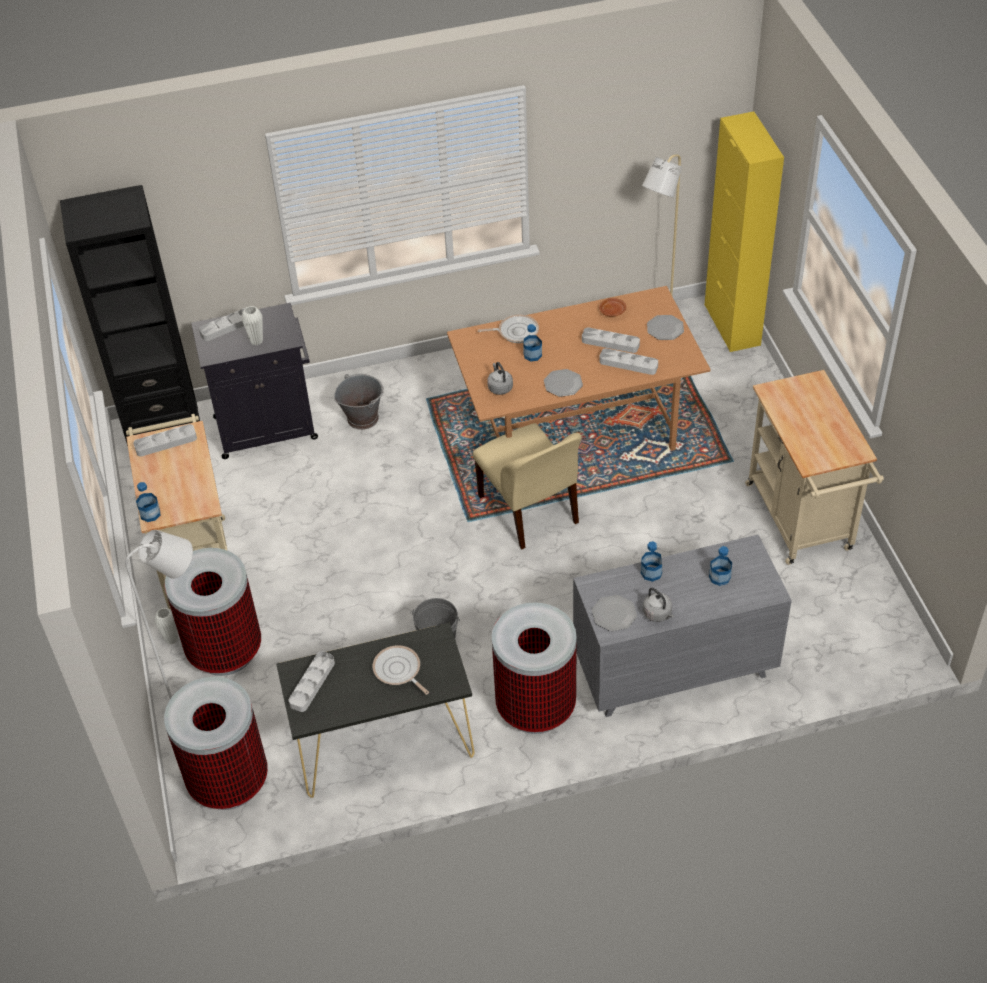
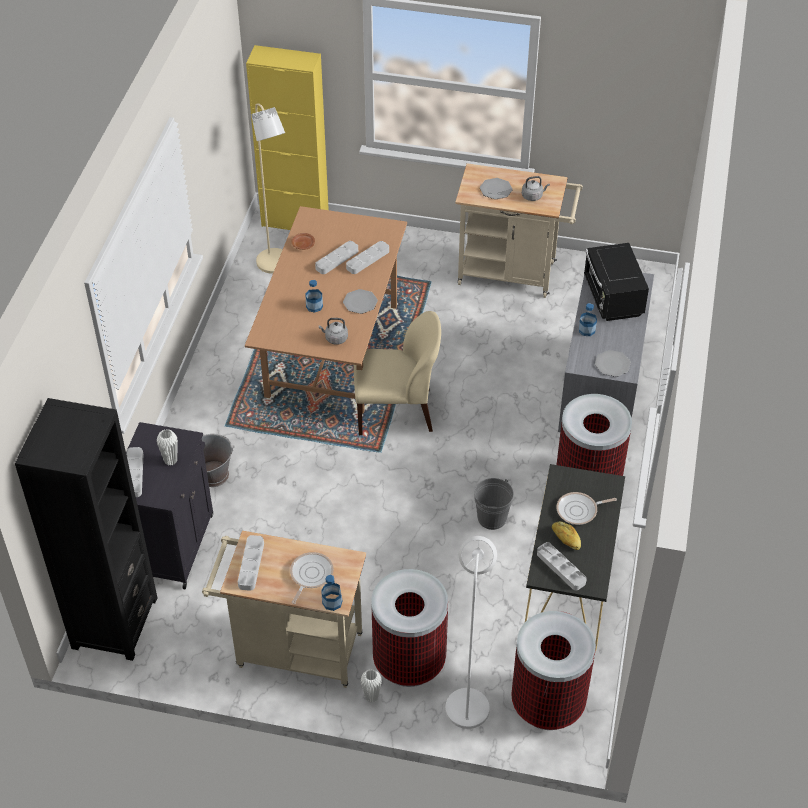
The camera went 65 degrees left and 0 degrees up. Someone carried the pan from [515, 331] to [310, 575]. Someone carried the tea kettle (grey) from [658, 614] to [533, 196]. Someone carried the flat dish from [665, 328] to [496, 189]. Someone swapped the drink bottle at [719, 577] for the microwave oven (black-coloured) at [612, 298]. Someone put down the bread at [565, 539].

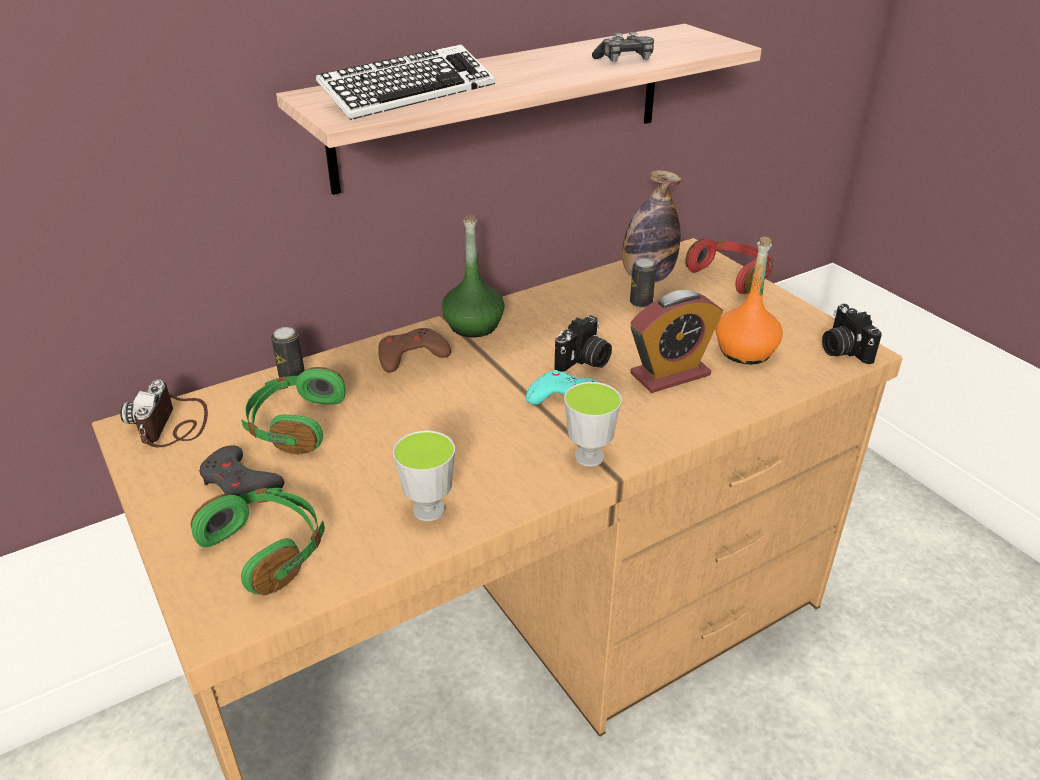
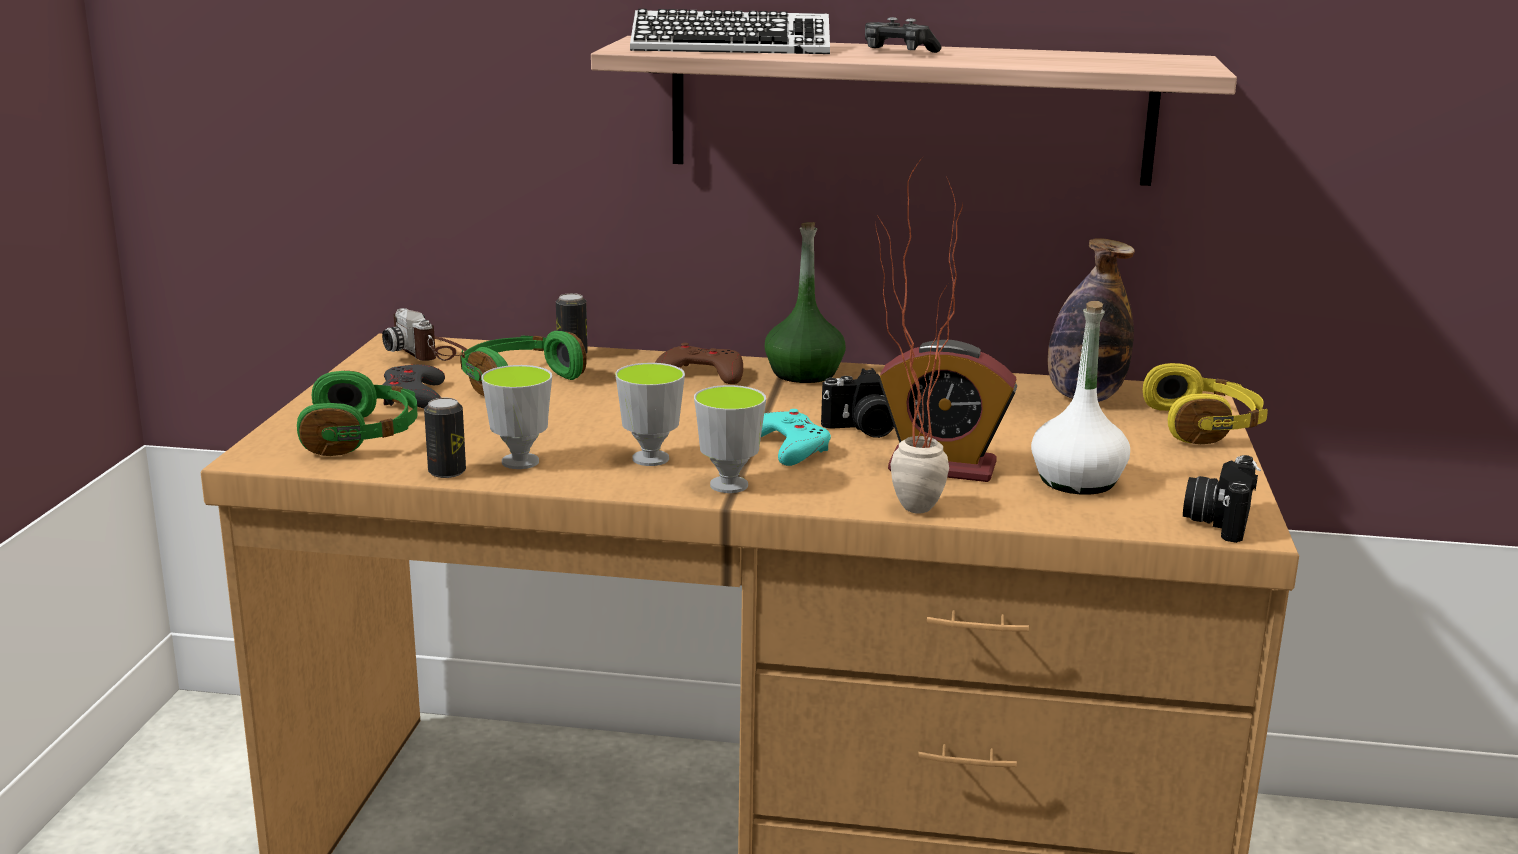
The camera went 40 degrees right and 15 degrees down. Someone rotated the photo camera at [173, 425] by 75 degrees counterclockwise. Someone carried the joypad from [625, 60] to [898, 52]. Someone carried the can from [641, 302] to [447, 472]. Someone repainted the headphones (red) at [731, 276], which became the headphones (yellowish) at [1204, 426]. Someone repainted the drink bottle (orange-coloured) at [745, 351], which became the drink bottle (white-coloured) at [1077, 481]. Someone put down the small cup at [650, 459]. Someone put down the potted plant at [899, 509].

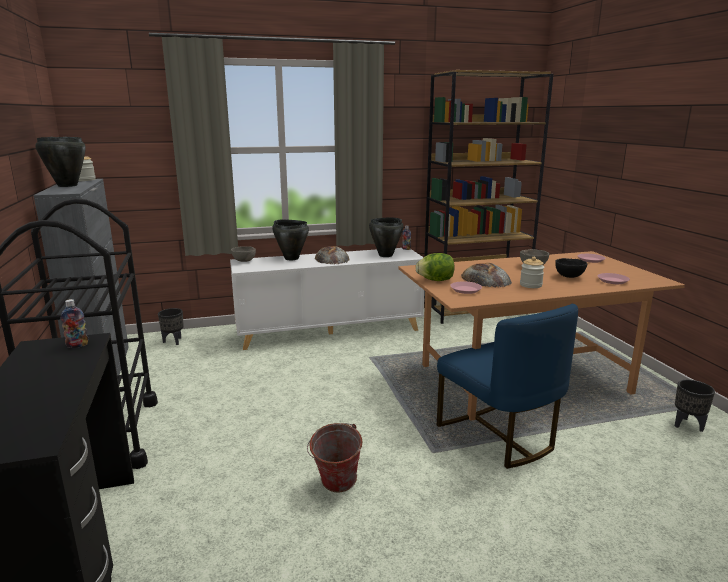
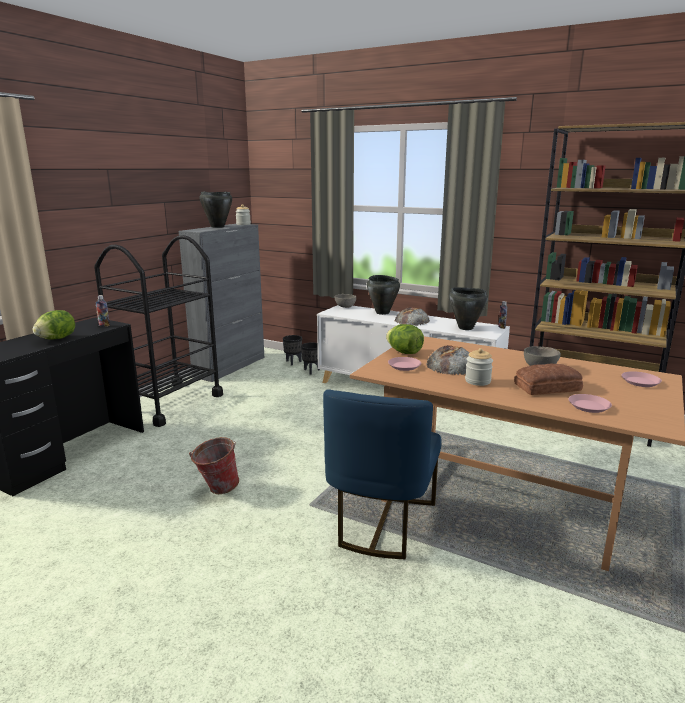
The camera went 45 degrees right and 0 degrees up. Someone swapped the serving bowl (black-coloured) at [570, 277] for the bread at [548, 388]. Someone carried the plant pot (black-coloured) from [688, 425] to [311, 371]. Someone put down the lettuce at [56, 339].

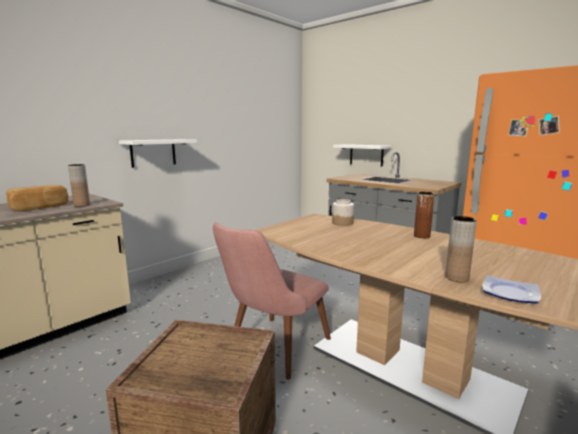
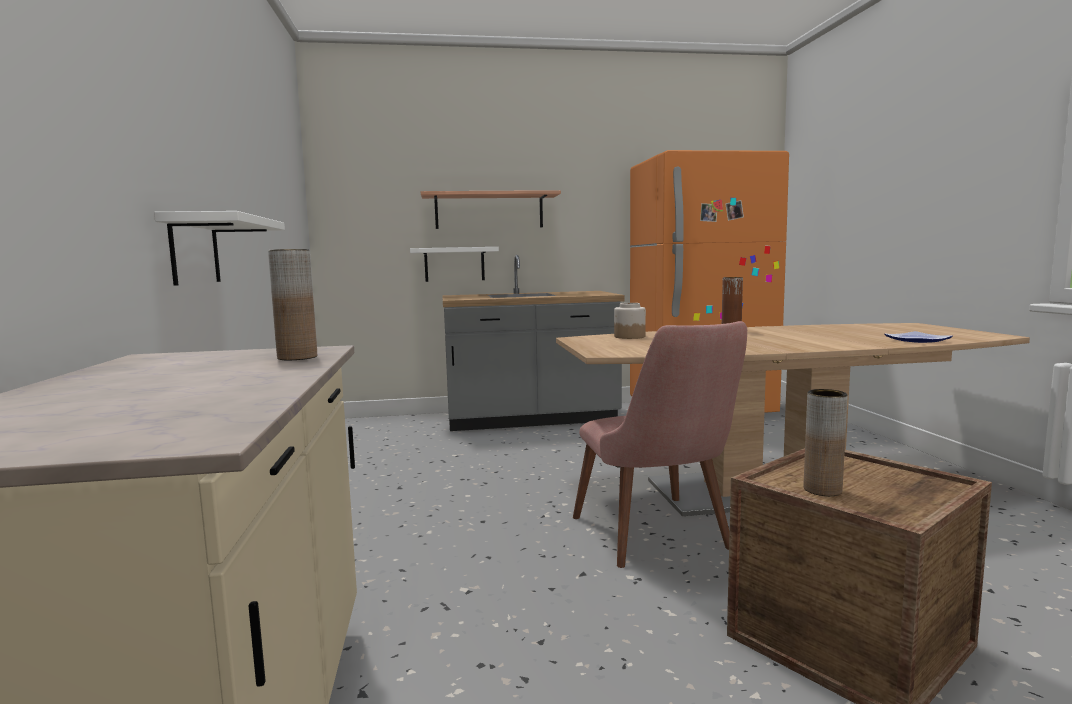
The camera went 50 degrees left and 5 degrees down. Someone took away the bread at [40, 208]. Someone carried the vase (brown) from [457, 278] to [822, 490]. Someone put up the shelf at [489, 211].

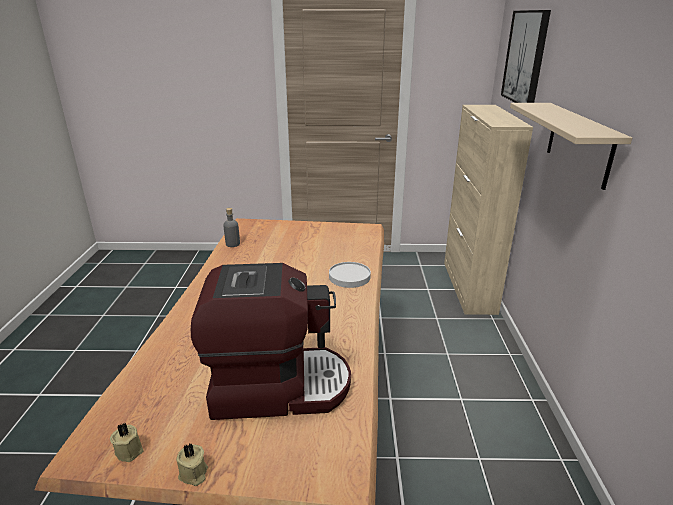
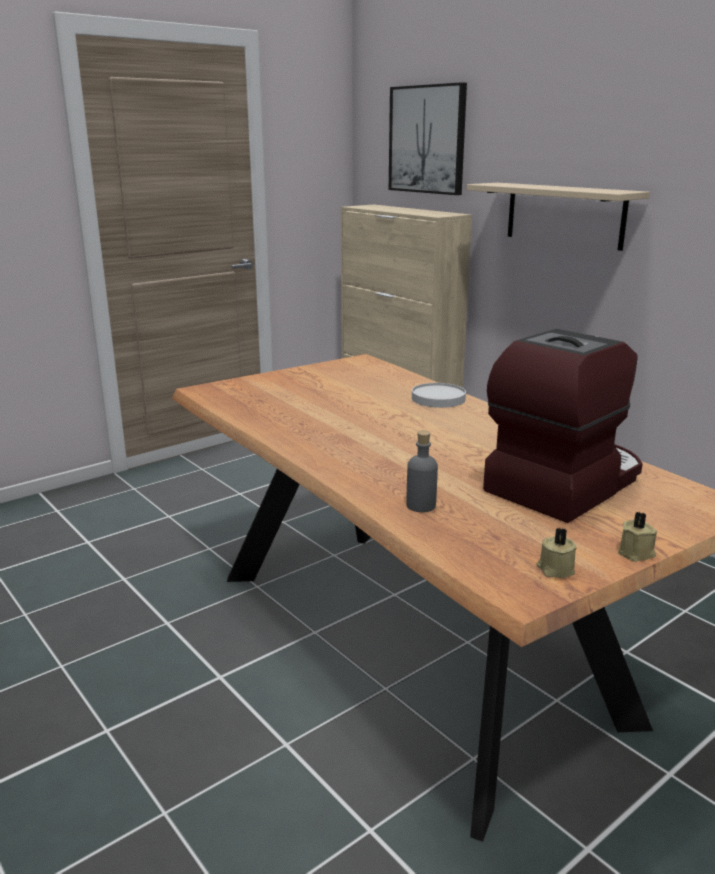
The camera went 40 degrees left and 5 degrees down. Someone carried the drink bottle (grey) from [232, 244] to [421, 505].

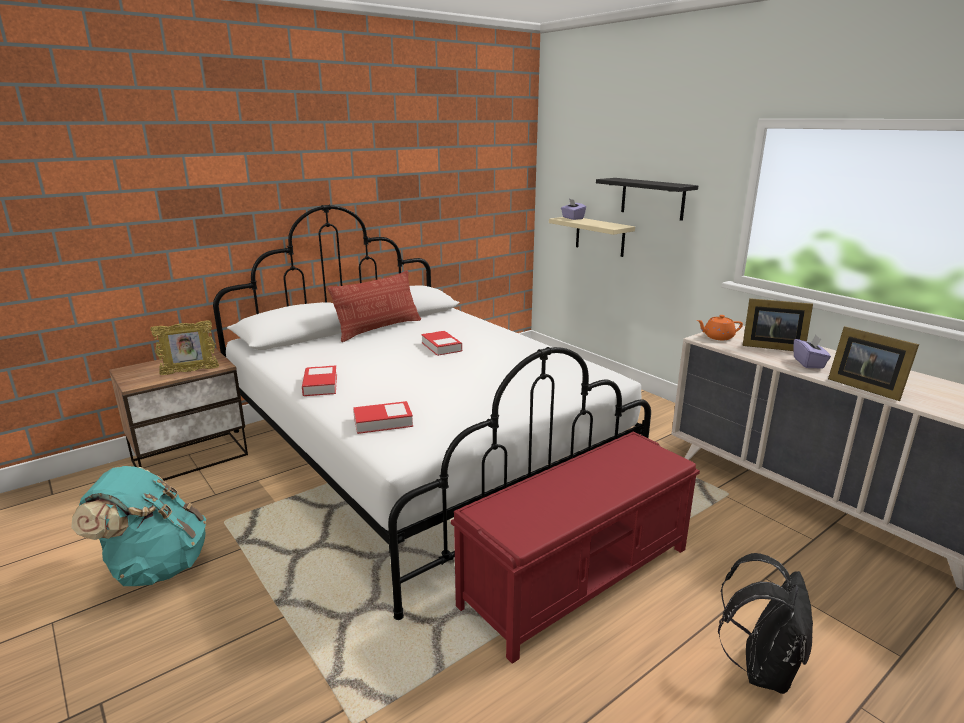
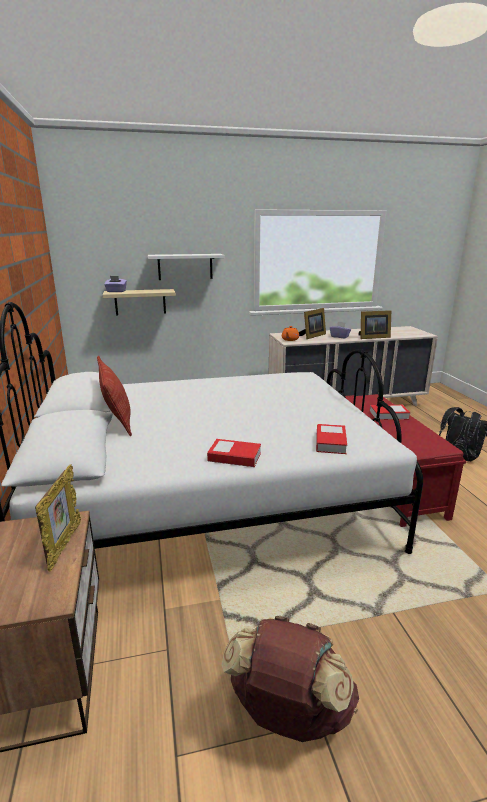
The camera went 65 degrees left and 0 degrees up. Someone repainted the knapsack (turquoise-coloured) at [155, 567], which became the knapsack (brown) at [288, 713]. Someone carried the book from [441, 347] to [389, 415]. Someone repainted the shelf (black-coloured) at [652, 198], which became the shelf (white-coloured) at [185, 266].

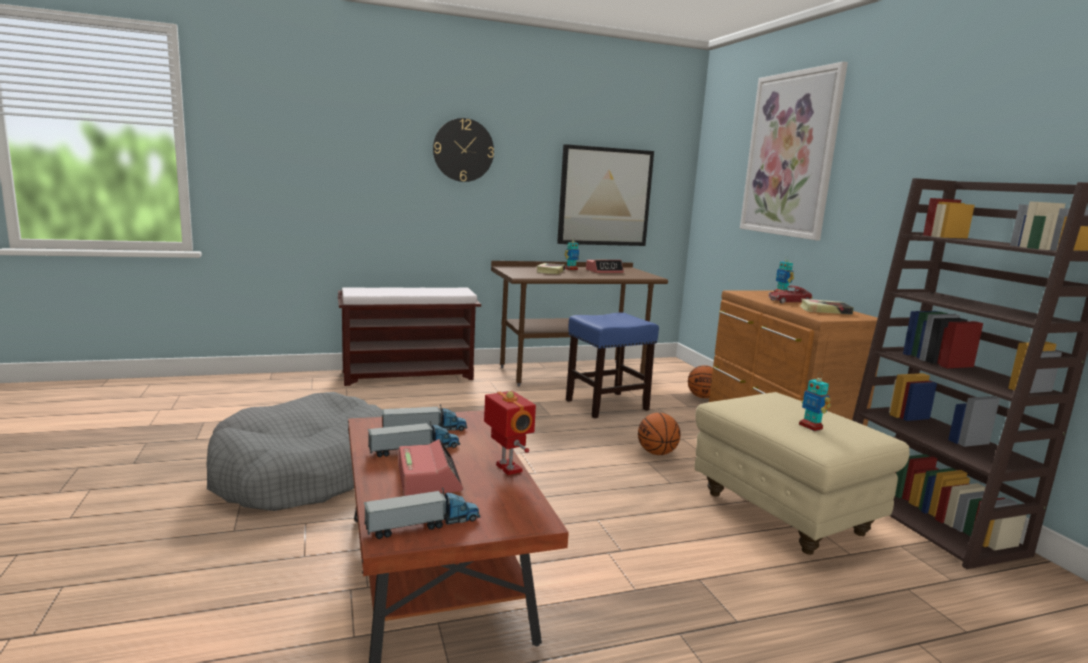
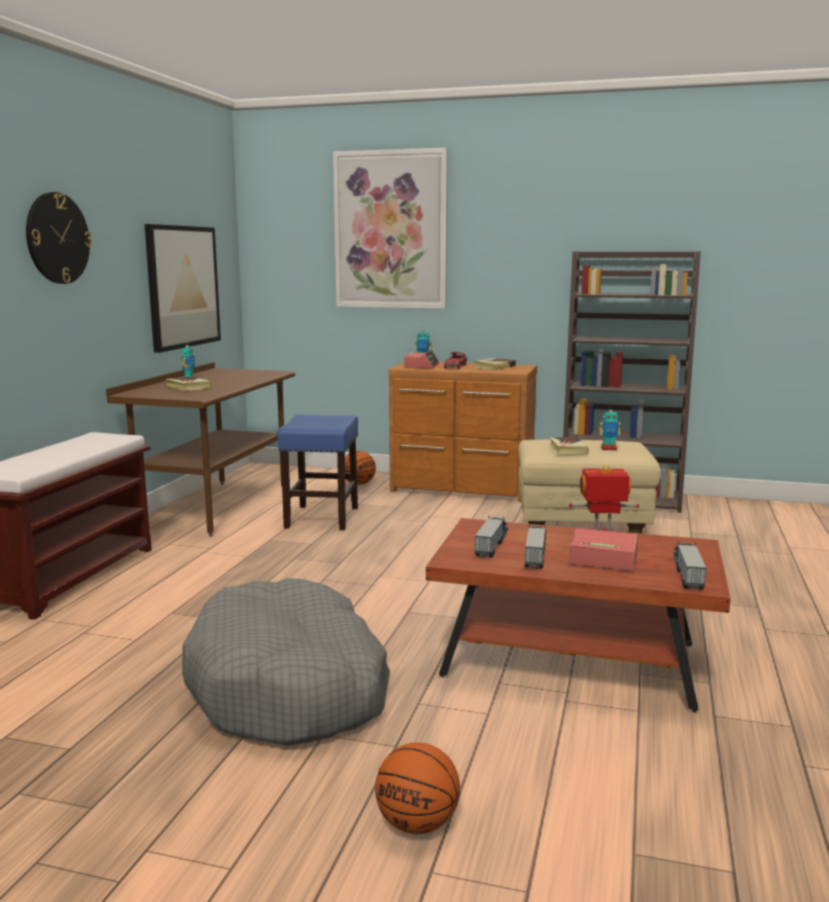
The camera went 55 degrees left and 0 degrees up. Someone carried the table clock from [604, 271] to [421, 366]. Someone carried the ball for basketball from [657, 453] to [417, 824]. Someone put down the book at [568, 449].

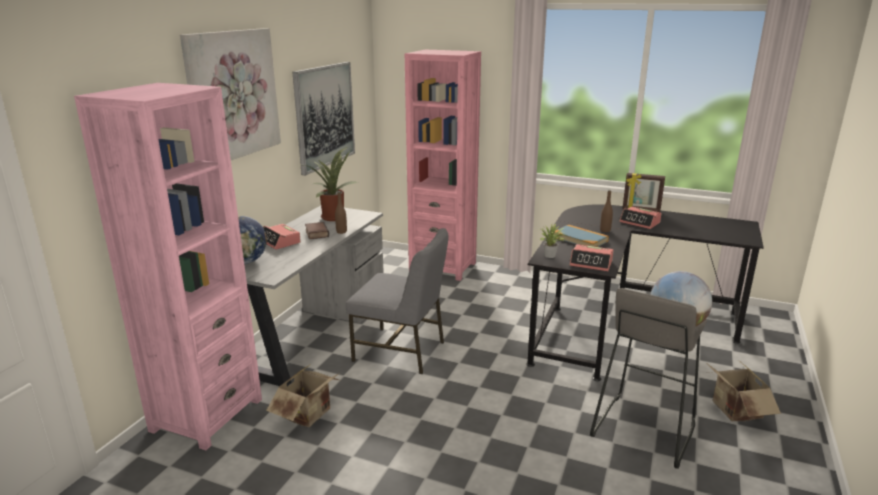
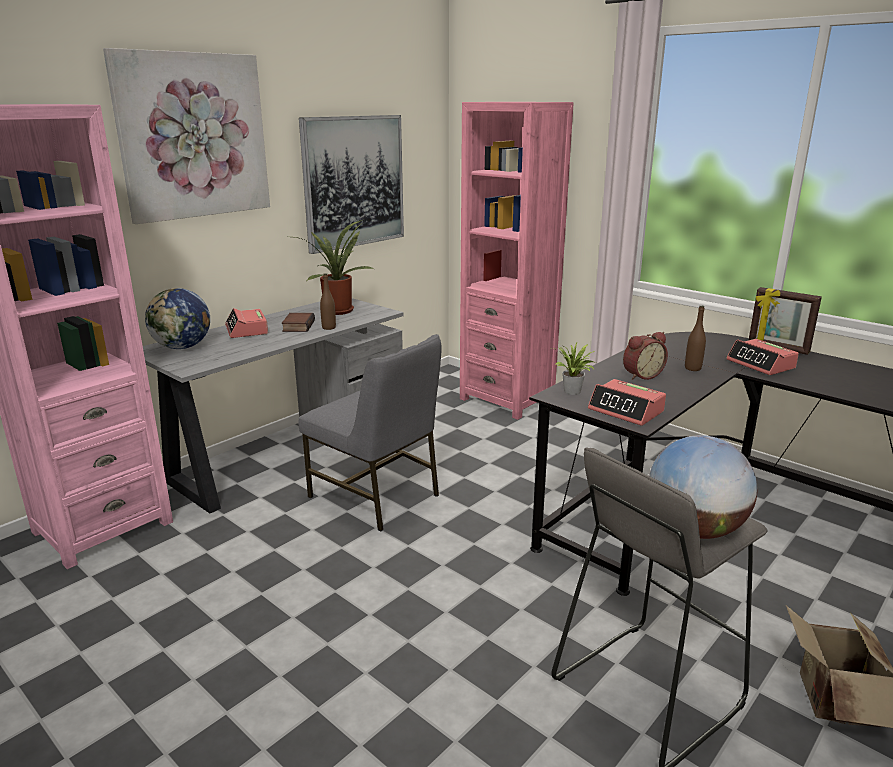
The camera went 20 degrees right and 0 degrees up. Someone took away the packing box at [310, 414]. Someone swapped the book at [580, 239] for the table clock at [641, 375].

